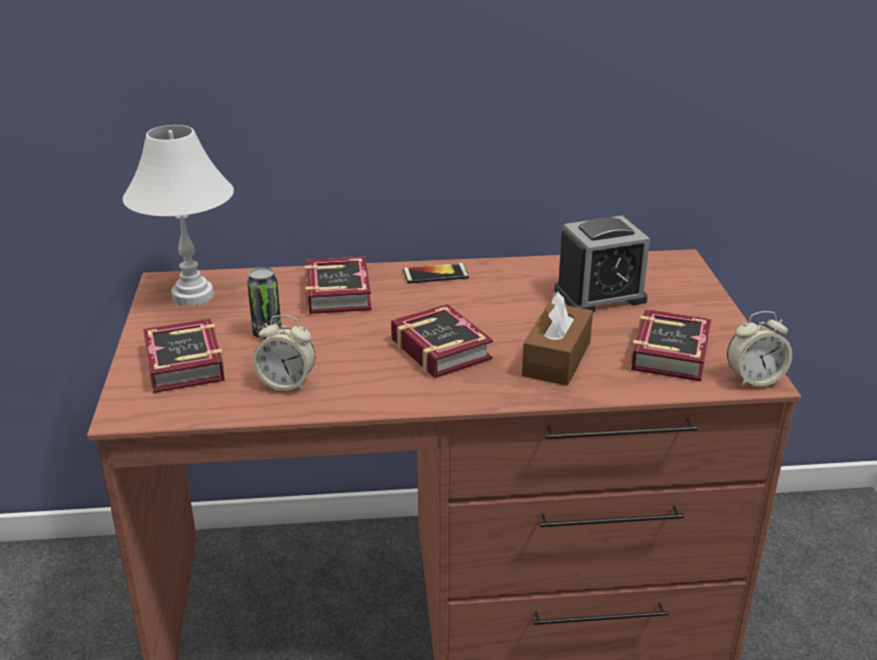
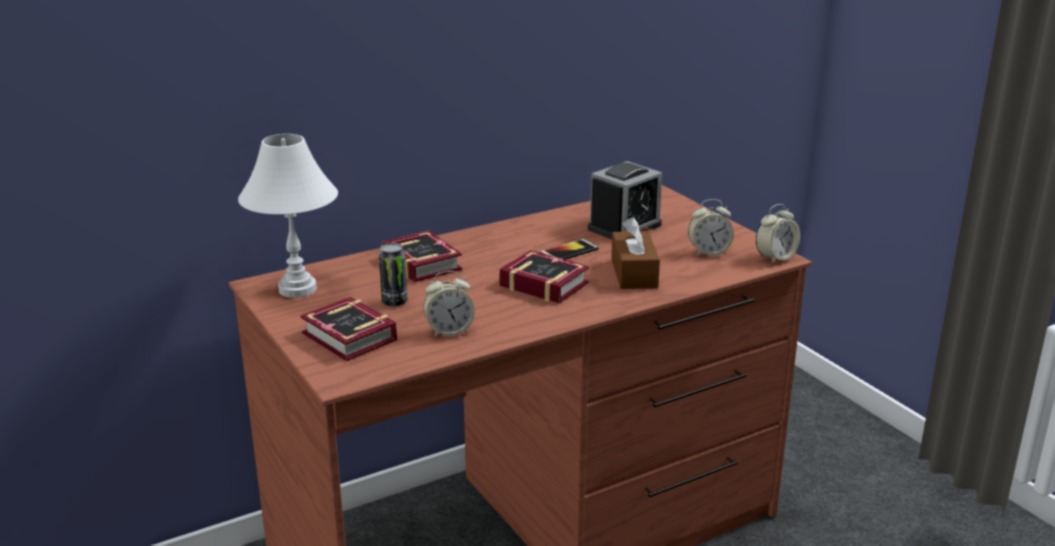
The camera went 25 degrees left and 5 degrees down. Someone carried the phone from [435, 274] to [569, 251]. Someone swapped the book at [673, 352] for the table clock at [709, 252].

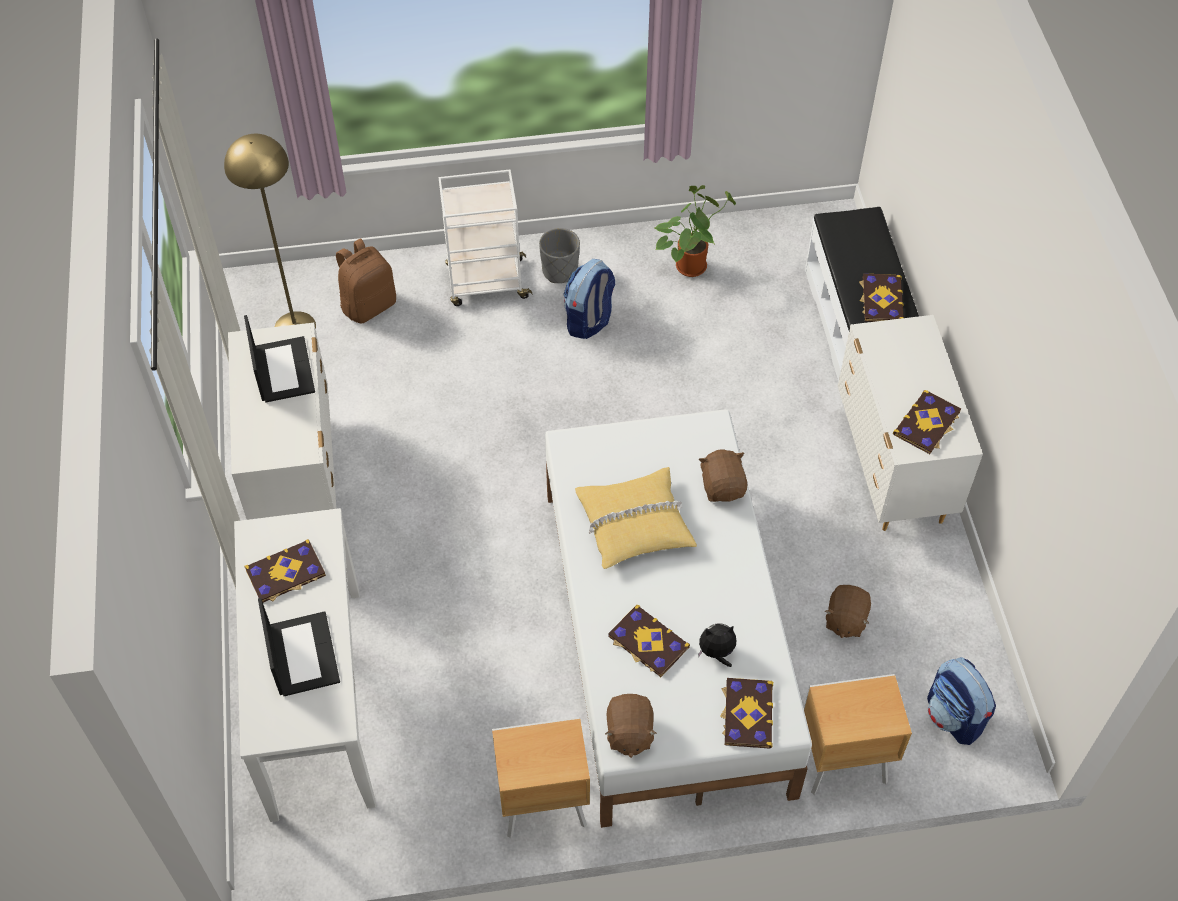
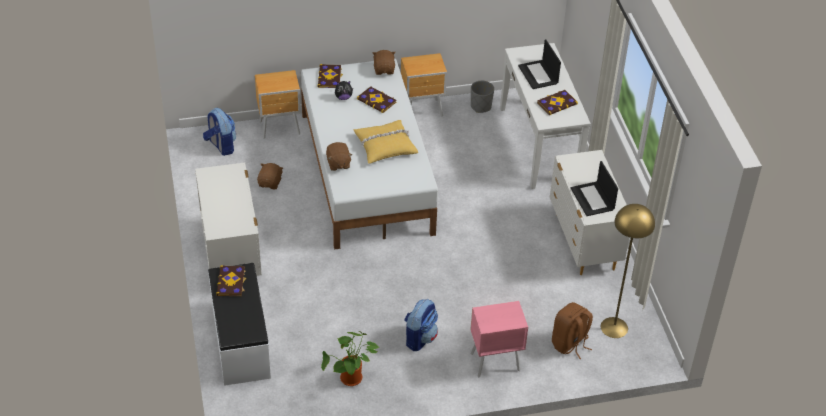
The camera went 175 degrees right and 10 degrees down. Someone swapped the wheeled cart (white-coloured) at [485, 283] for the nightstand (pink) at [494, 362]. Someone carried the plant pot (grey) from [560, 271] to [481, 106]. Someone took away the book at [927, 424].

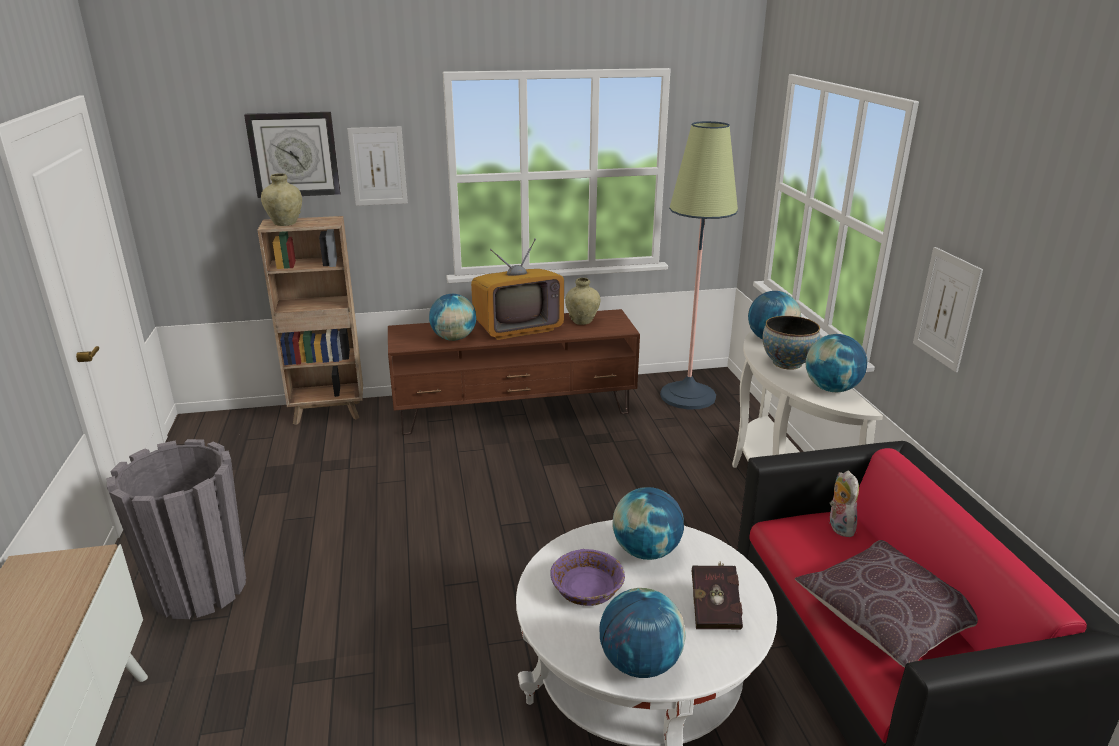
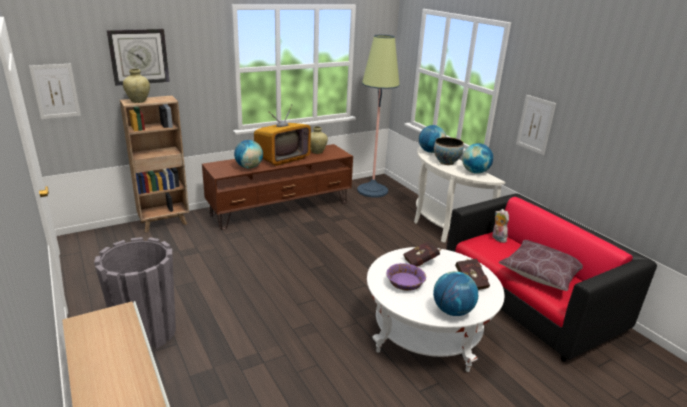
The camera went 20 degrees left and 0 degrees up. Someone carried the wall picture from [378, 166] to [55, 91]. Someone swapped the desk globe at [646, 551] for the book (red) at [422, 261].

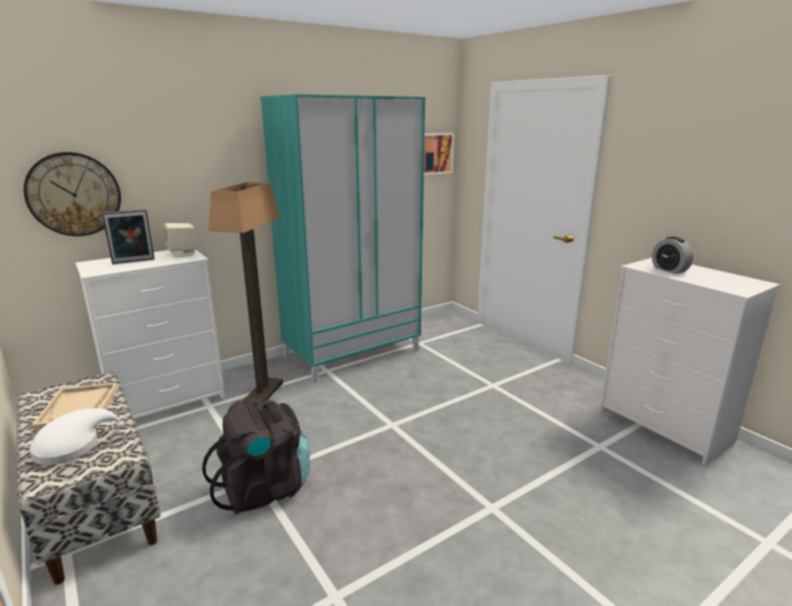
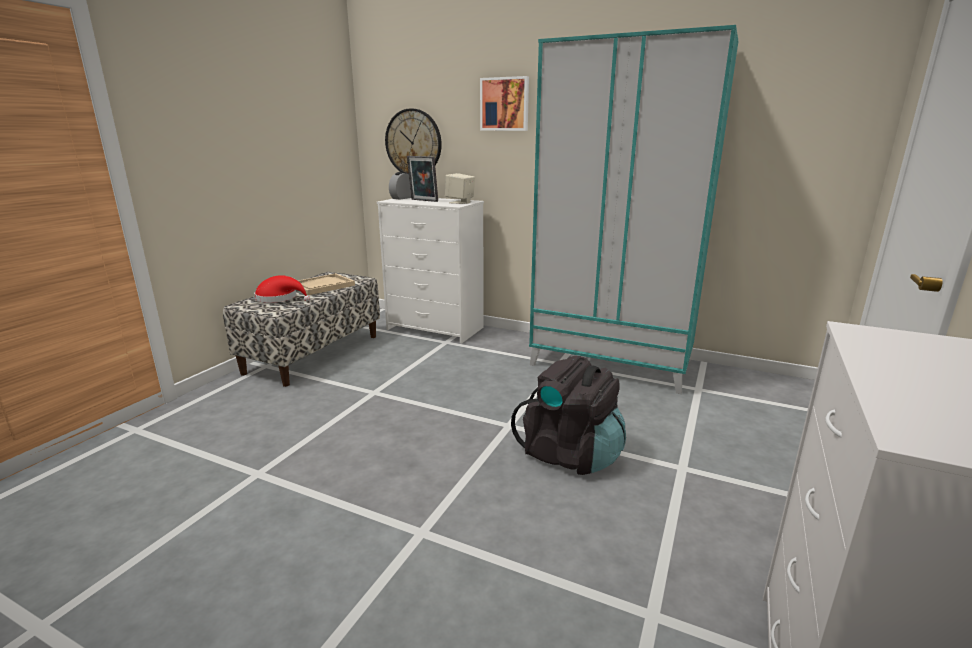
The camera went 60 degrees right and 0 degrees up. Someone repainted the wearable hat (white-coloured) at [72, 446], which became the wearable hat (red) at [279, 298]. Someone carried the knapsack (black-coloured) from [264, 488] to [570, 454]. Someone took away the standard lamp at [263, 393]. Someone carried the wall picture from [435, 153] to [505, 104]. Someone carried the table clock from [669, 270] to [402, 198].

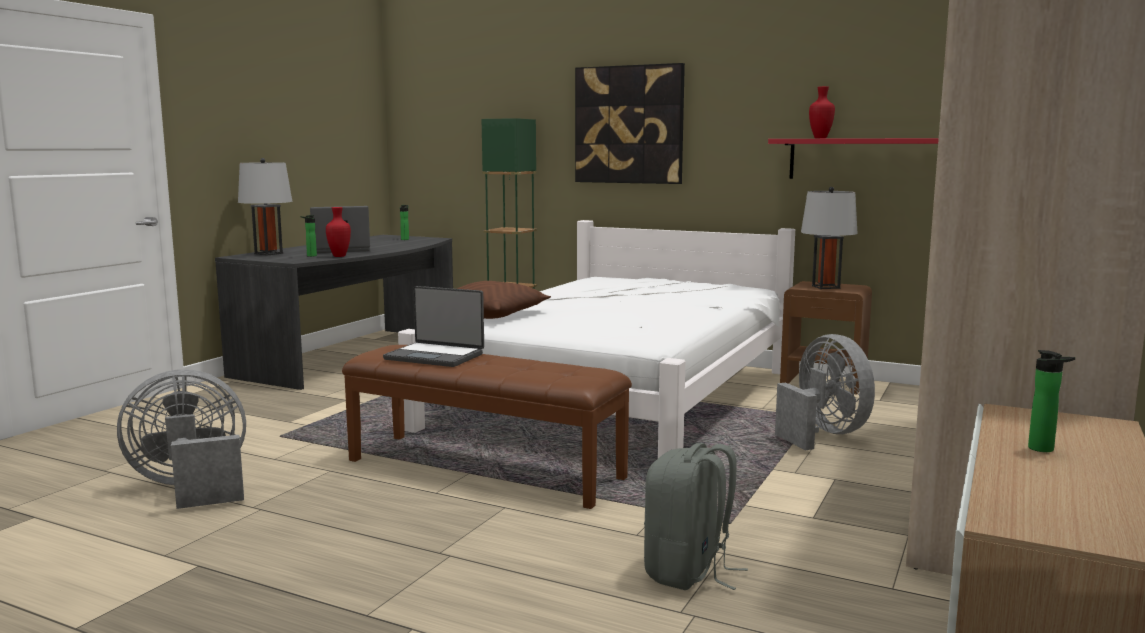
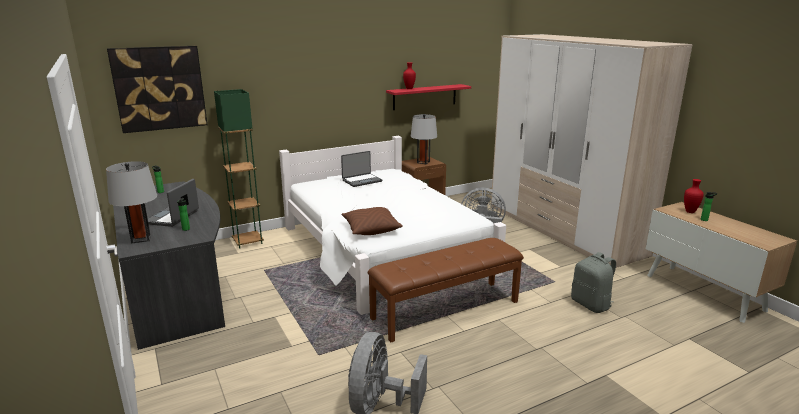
The camera went 55 degrees left and 10 degrees up. Someone carried the vase (red) from [339, 256] to [690, 212]. Someone carried the laptop from [435, 356] to [361, 180]. Someone carried the wall picture from [629, 125] to [159, 88].

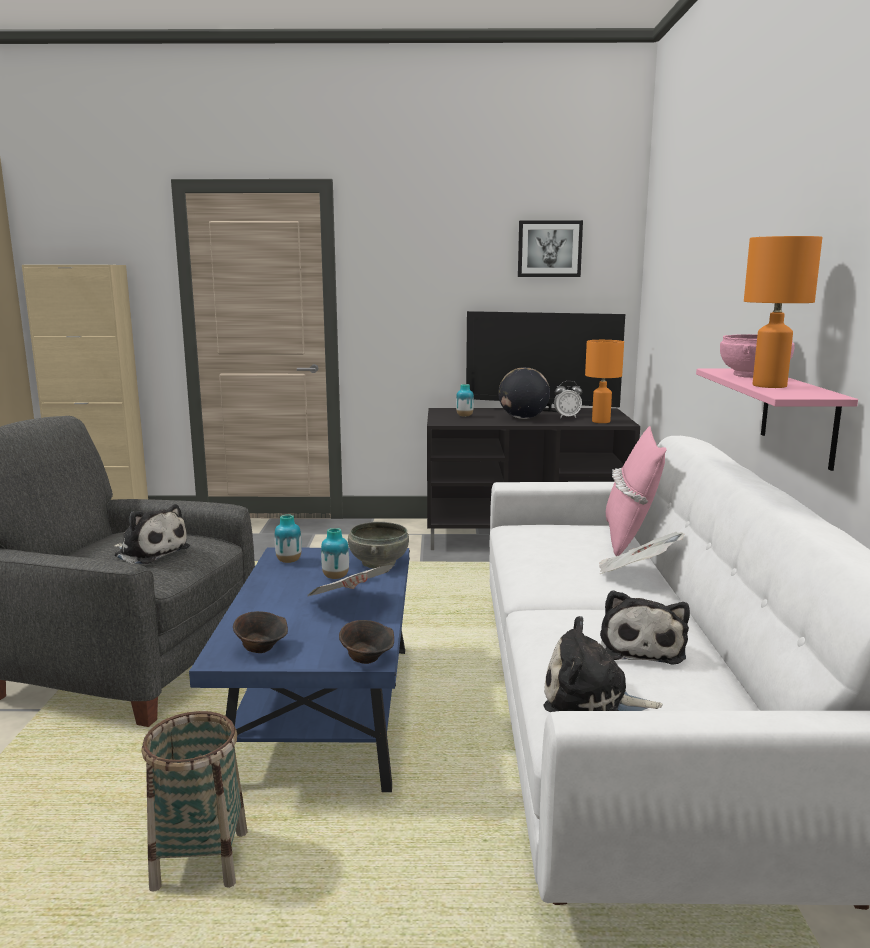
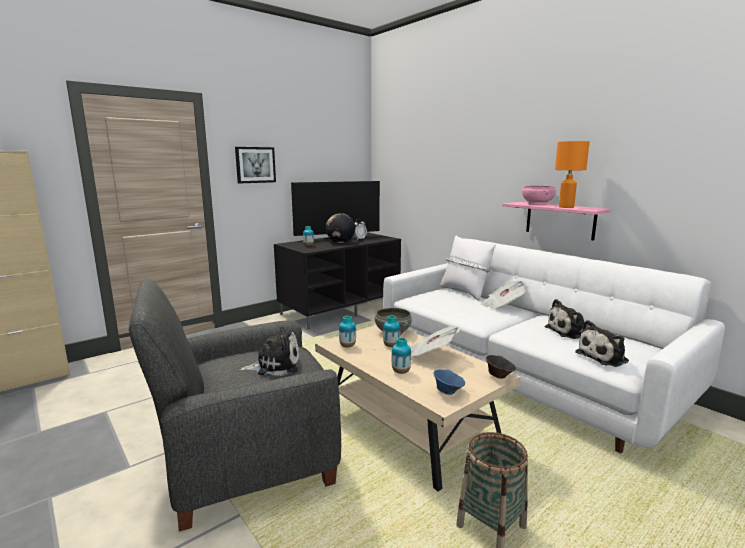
The camera went 40 degrees left and 0 degrees up. Someone repainted the low table (blue-coloured) at [324, 712], which became the low table (beige-coloured) at [409, 428]. Someone repainted the serving bowl (brown) at [262, 648], which became the serving bowl (blue-coloured) at [448, 391]. Someone carried the wall picture from [549, 249] to [255, 165]. Someone took away the lamp for a table (orange-coloured) at [600, 421]. Someone rotated the cuddly toy at [641, 647] by 105 degrees clockwise. Someone repainted the throw pillow (pink) at [630, 538], which became the throw pillow (white-coloured) at [465, 292]. Someone put down the vase at [401, 372].

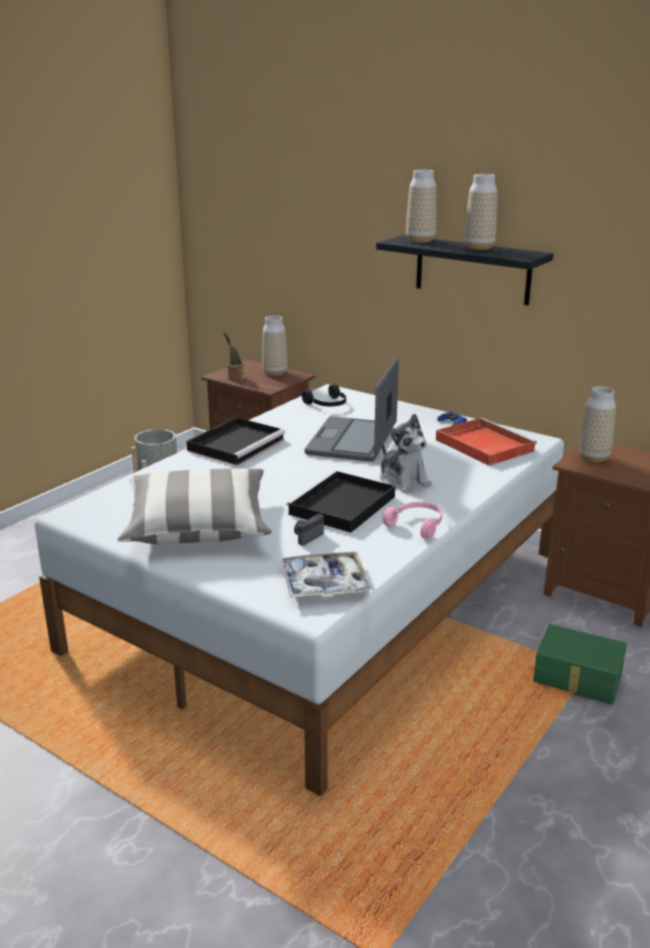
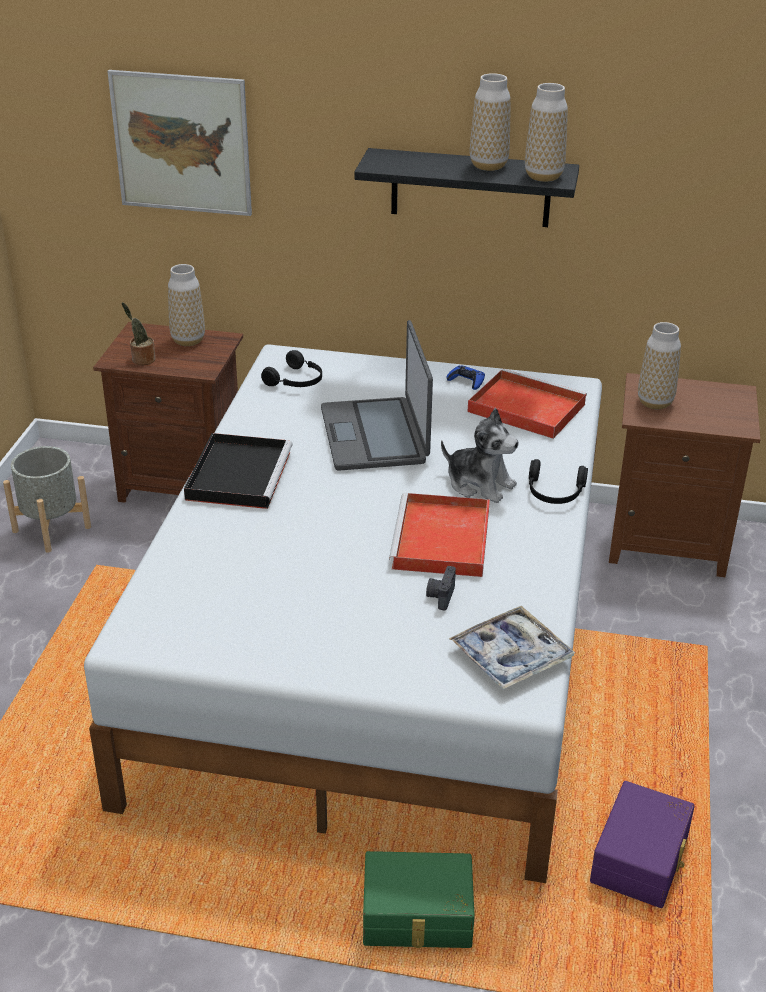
The camera went 25 degrees left and 10 degrees up. Someone took away the throw pillow at [197, 526]. Someone repainted the serving tray (black-coloured) at [341, 506], which became the serving tray (red) at [442, 541]. Someone took away the headphones (pink) at [417, 525]. Someone carried the vase from [420, 240] to [543, 176]. Someone carried the storage box (green-coloured) from [577, 679] to [417, 917]. Someone put up the wall picture at [182, 143]. Someone put down the headphones (black-coloured) at [554, 493]. Someone put down the storage box (purplish) at [642, 859].

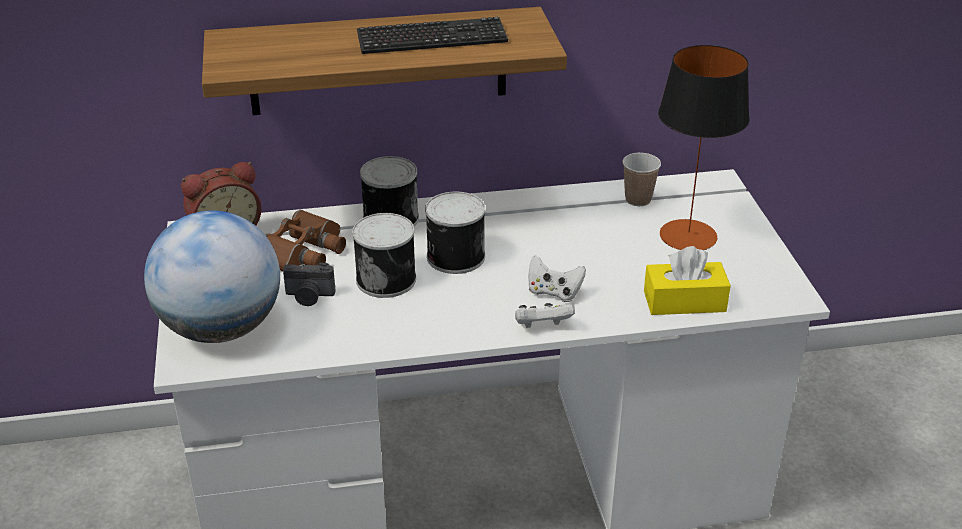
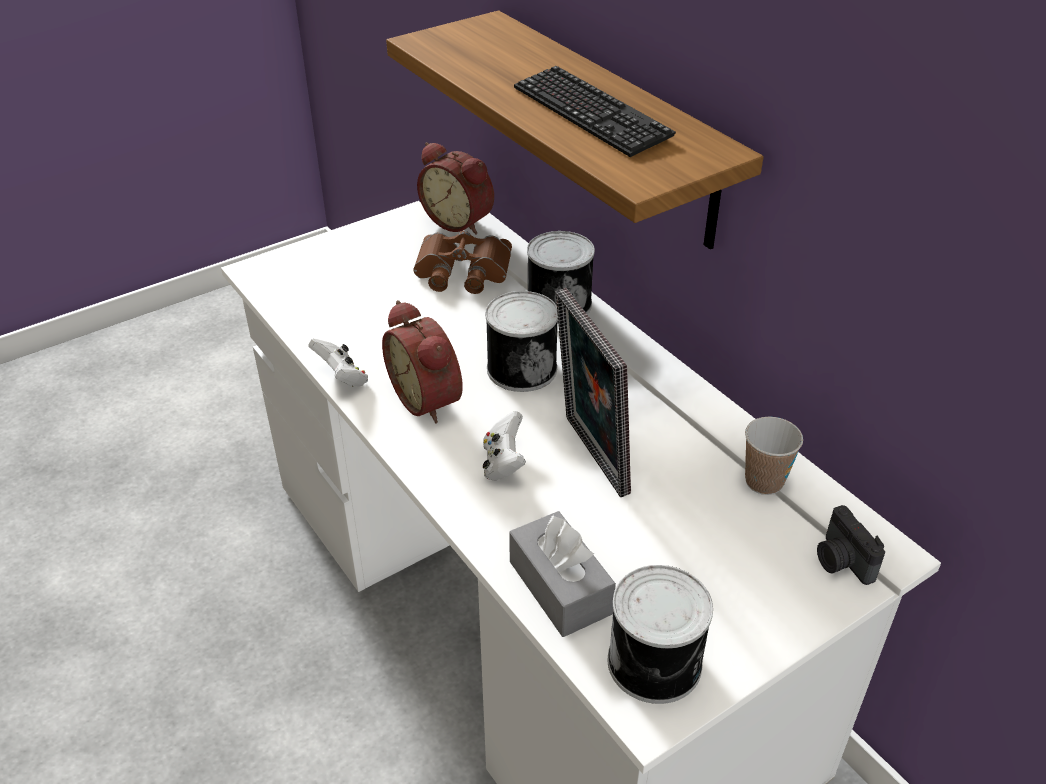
The camera went 65 degrees right and 5 degrees up. Someone took away the desk globe at [221, 328]. Someone carried the photo camera from [309, 297] to [841, 561]. Someone carried the can from [387, 279] to [657, 663]. Someone carried the joypad (white-coloured) from [542, 327] to [342, 378]. Someone repainted the tissue holder (yellowish) at [684, 301], which became the tissue holder (grey) at [560, 587]. Someone took away the lamp for a table at [688, 236]. Someone put down the table clock at [429, 398]. Someone put down the photo frame at [589, 457].

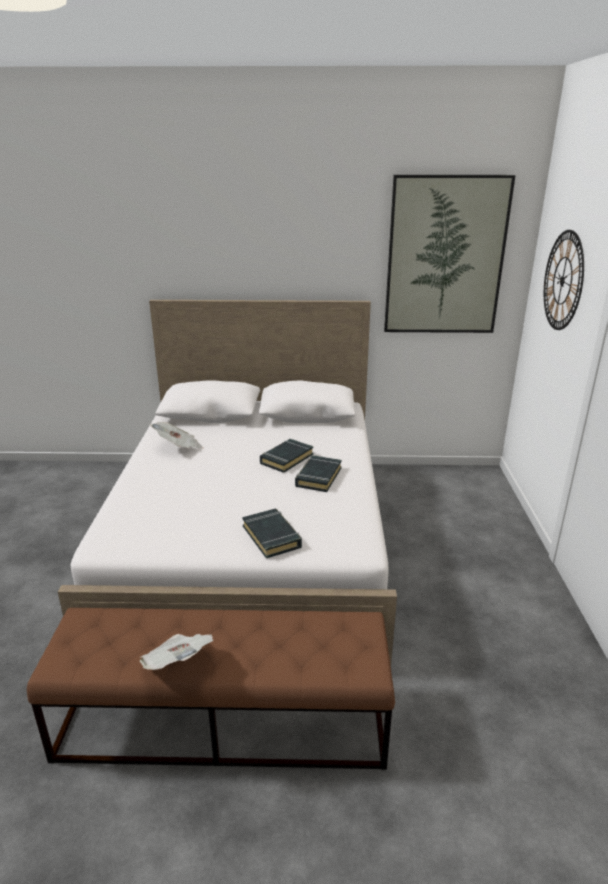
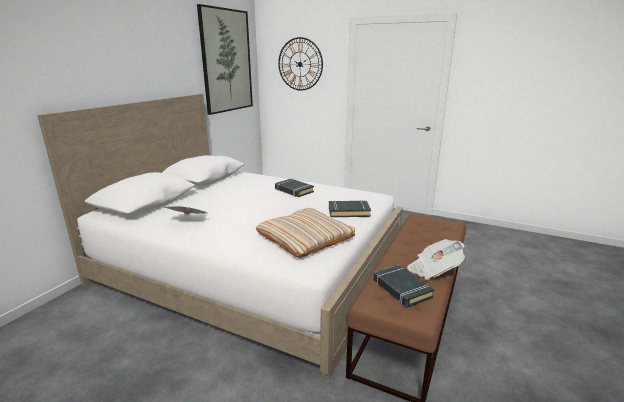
The camera went 65 degrees left and 5 degrees down. Someone carried the book (black-coloured) from [286, 459] to [401, 289]. Someone put down the throw pillow (beige-coloured) at [305, 237].

